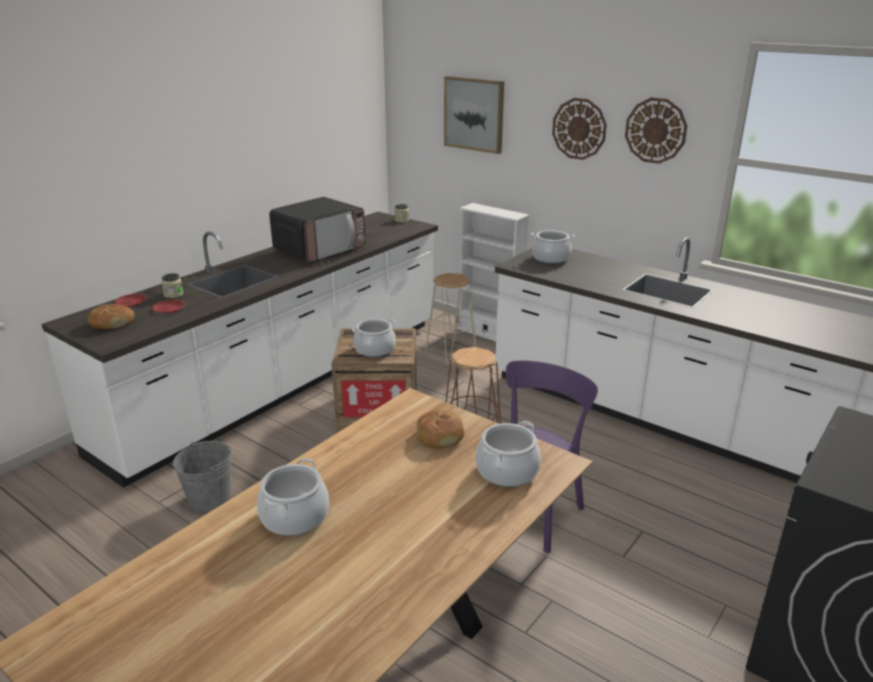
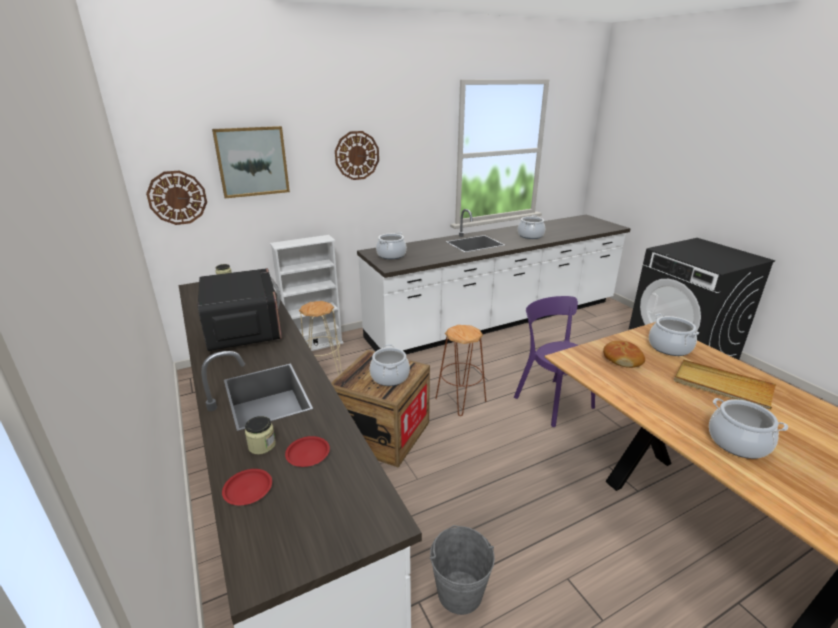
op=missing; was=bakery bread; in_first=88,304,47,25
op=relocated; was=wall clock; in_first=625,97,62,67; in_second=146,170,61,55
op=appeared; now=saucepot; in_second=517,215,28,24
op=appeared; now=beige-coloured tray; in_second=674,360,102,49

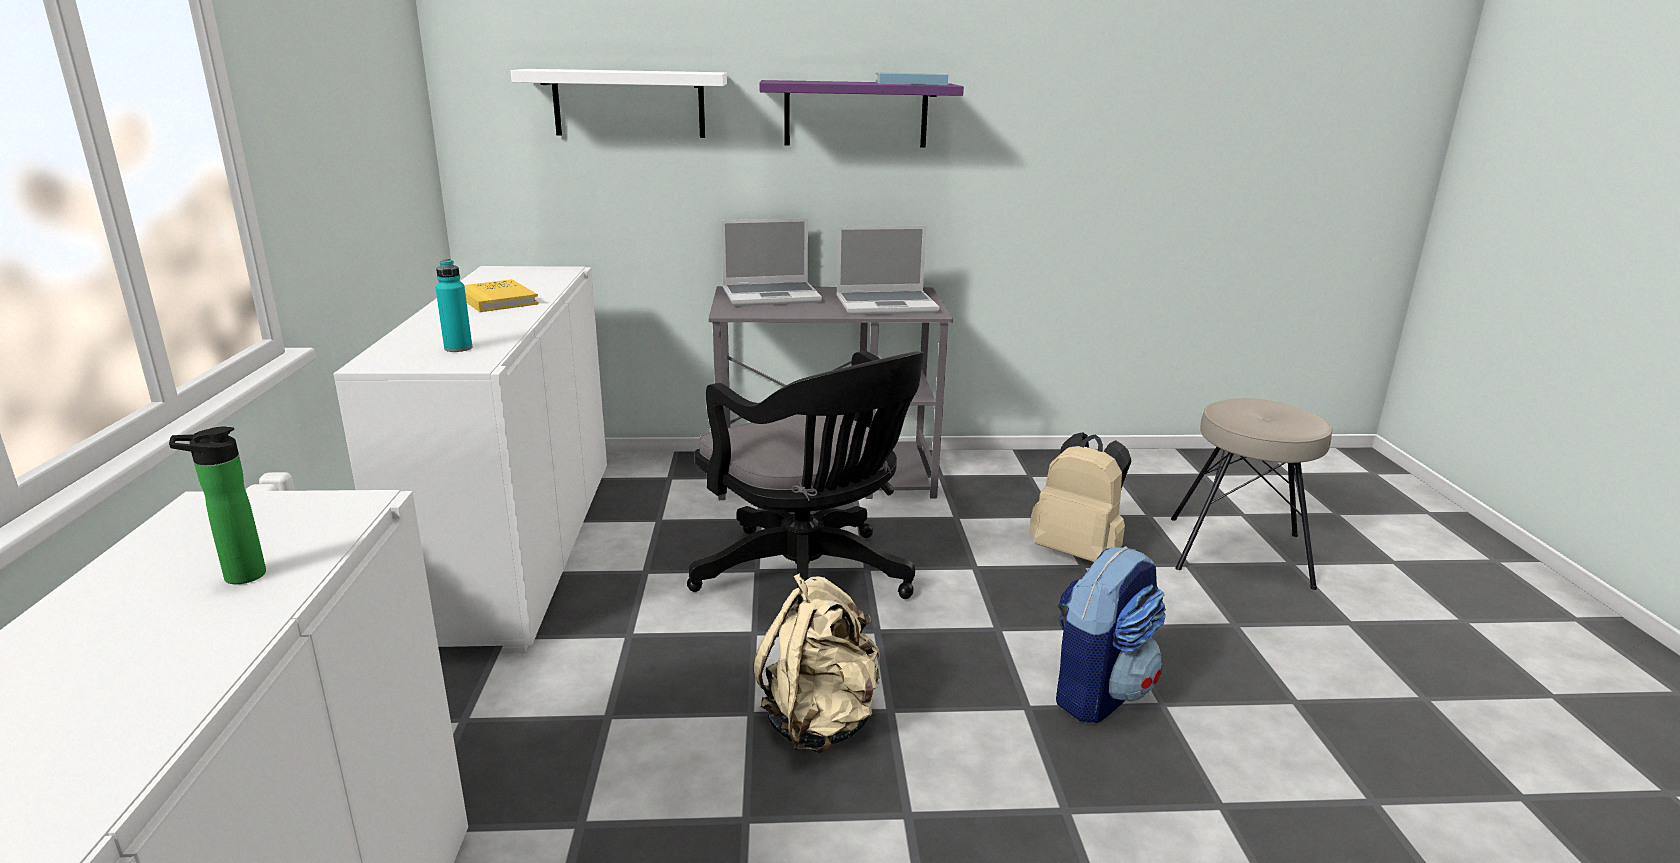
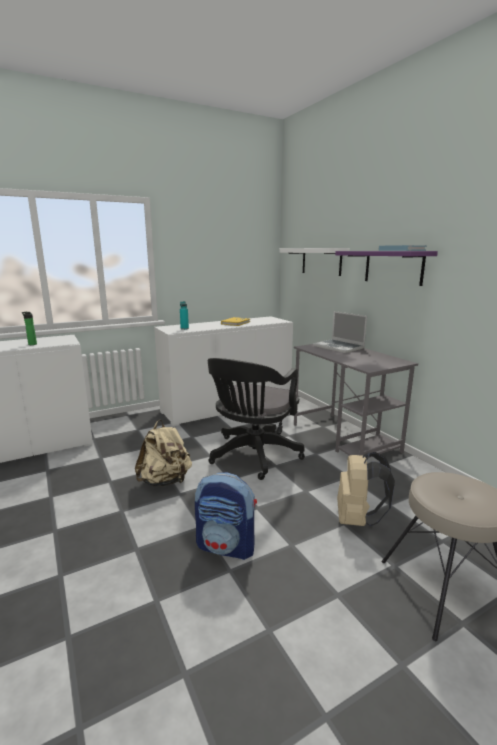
op=missing; was=portable computer; in_first=837,226,102,89

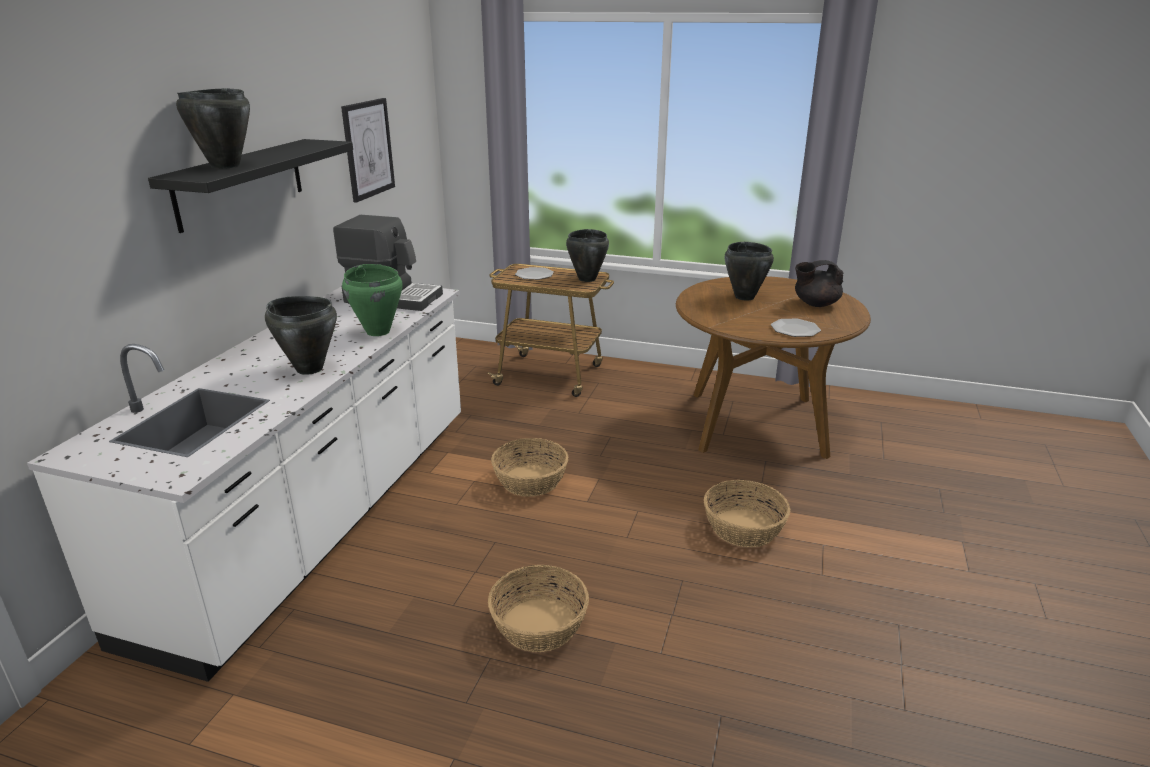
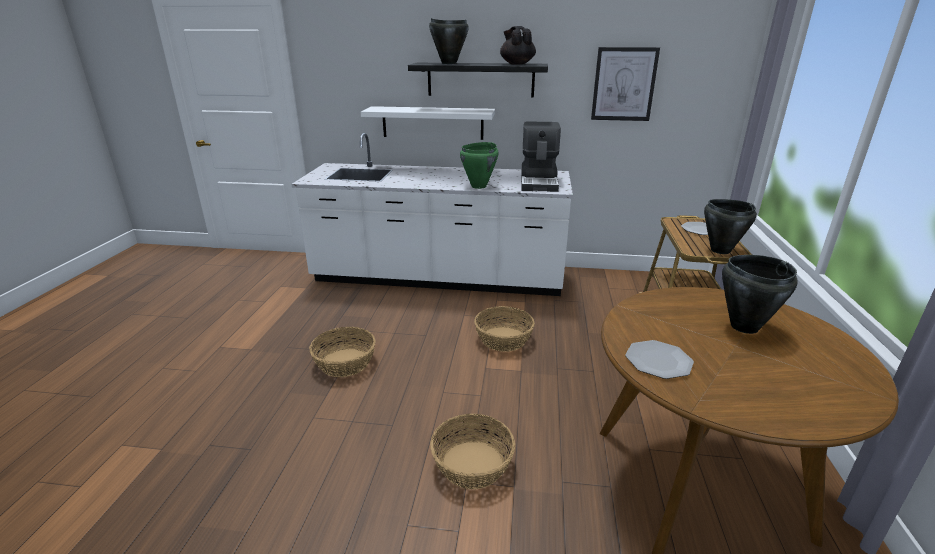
op=missing; was=black saucepot; in_first=265,296,72,79
op=relocated; was=black pot for tea; in_first=795,260,49,47; in_second=500,26,36,39
op=appeared; now=white wall shelf; in_second=361,106,134,34

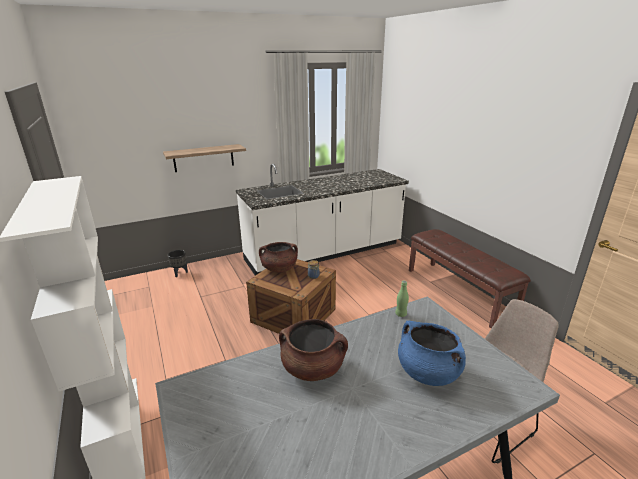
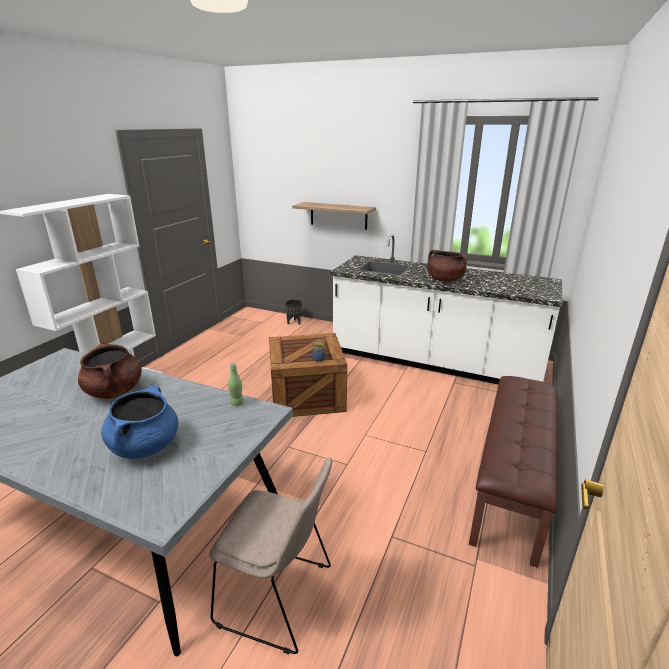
op=relocated; was=brown saucepot; in_first=259,242,39,31; in_second=427,250,40,32

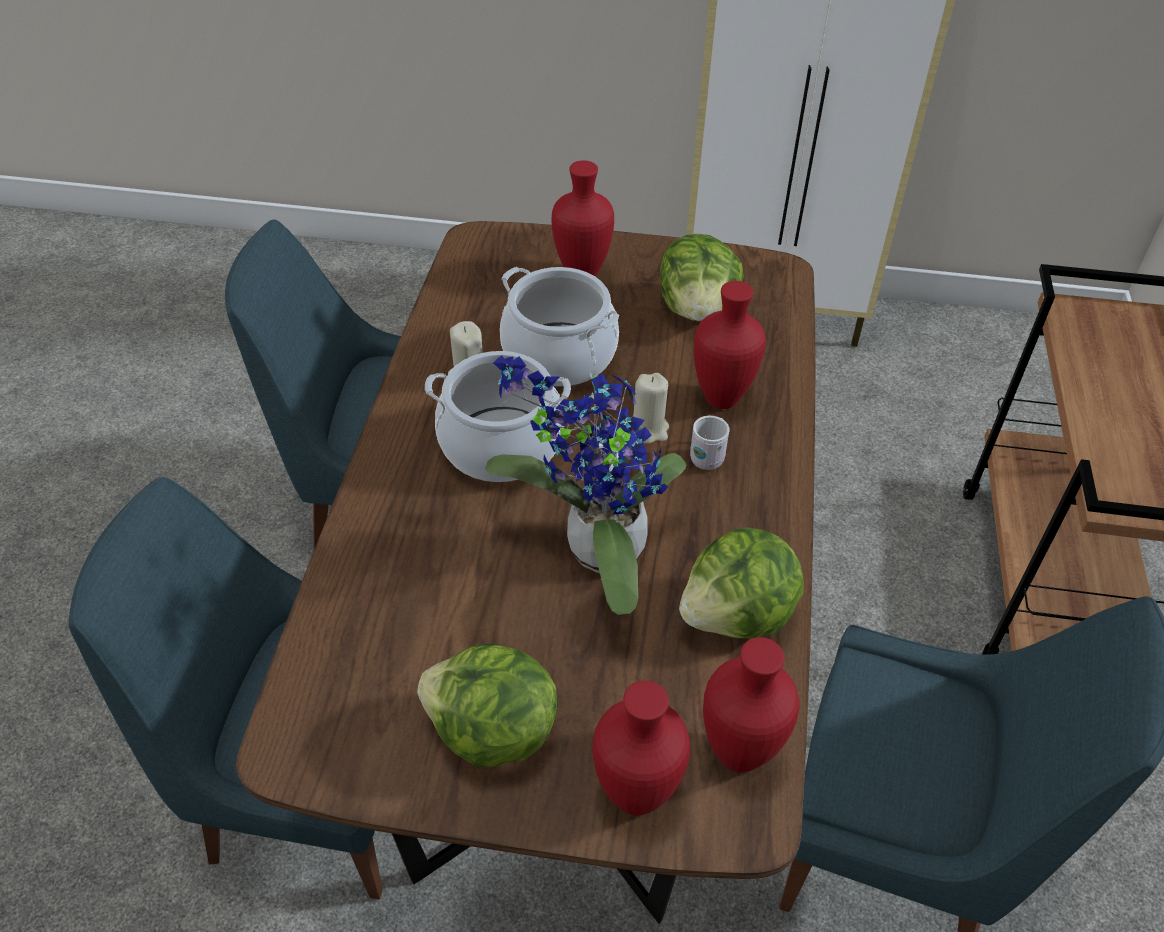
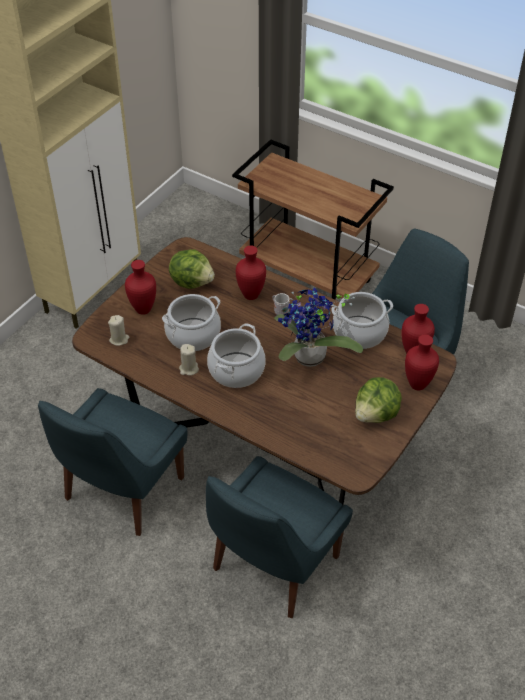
op=relocated; was=beige-coloured wax candle; in_first=632,373,37,71; in_second=108,315,21,31
op=exchanged; was=lettuce head; now=saucepot; in_first=679,527,125,111; in_second=331,292,62,57

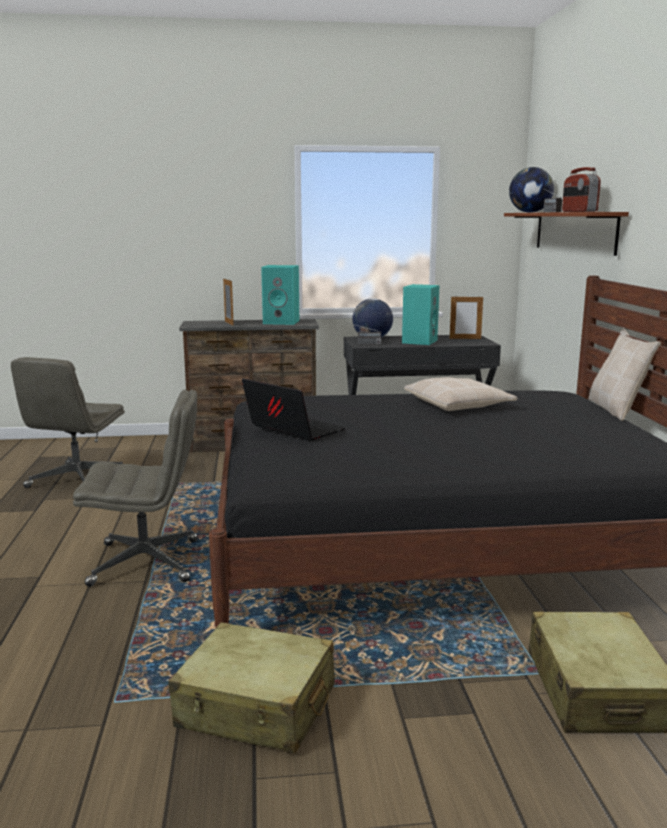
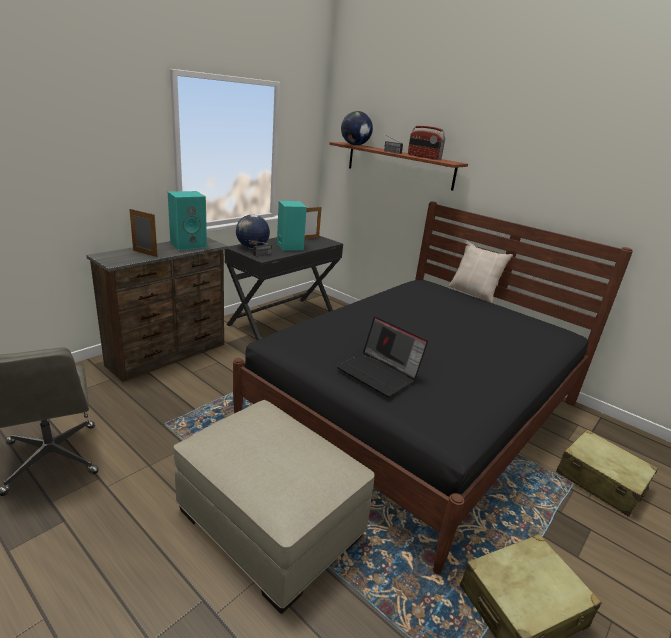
op=exchanged; was=greyish desk chair; now=beige-coloured footrest; in_first=73,390,125,197; in_second=174,400,201,214
op=spun; was=portable computer; in_first=242,378,103,63; in_second=337,317,91,80; clockwise=-135
op=missing; was=beige-coloured throw pillow; in_first=404,377,113,34

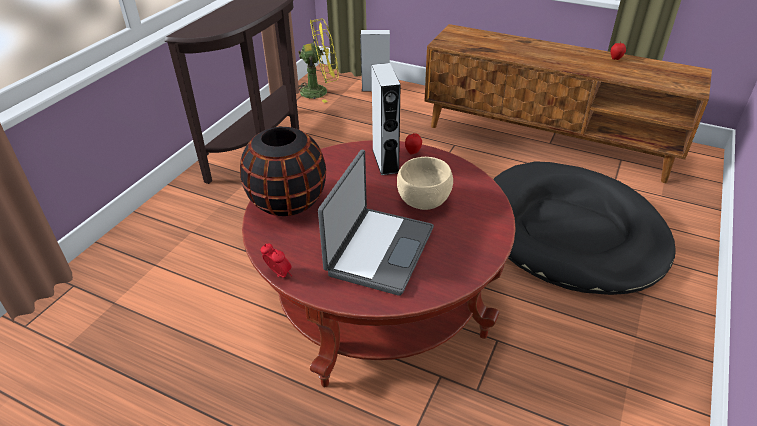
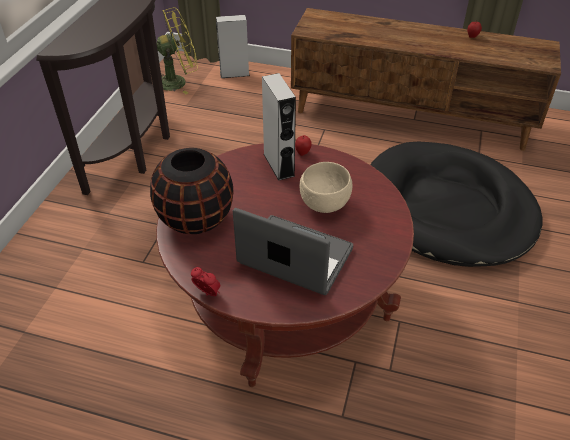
op=spun; was=portable computer; in_first=318,150,116,146; in_second=233,208,120,87; clockwise=-75

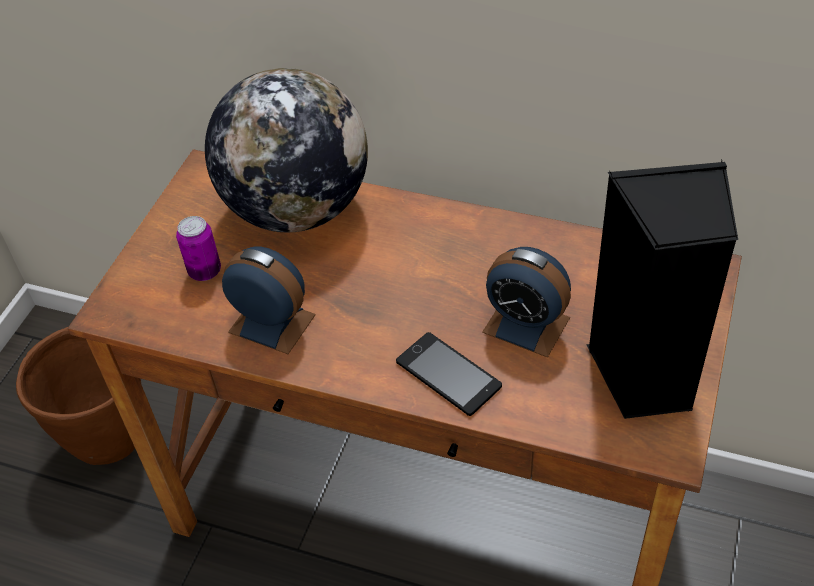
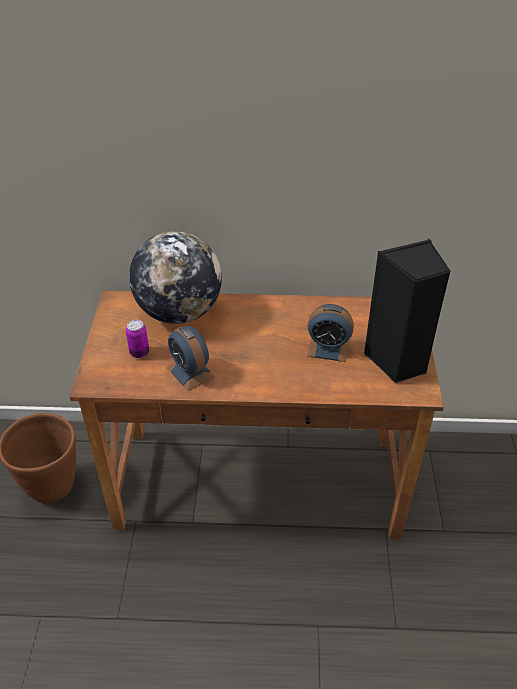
op=spun; was=alarm clock; in_first=222,246,94,108; in_second=167,326,48,65; clockwise=-135
op=missing; was=phone; in_first=396,332,106,84

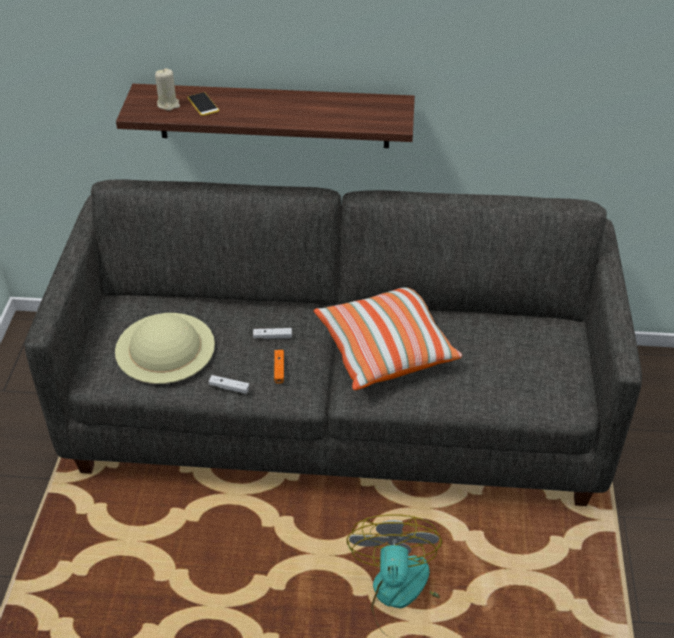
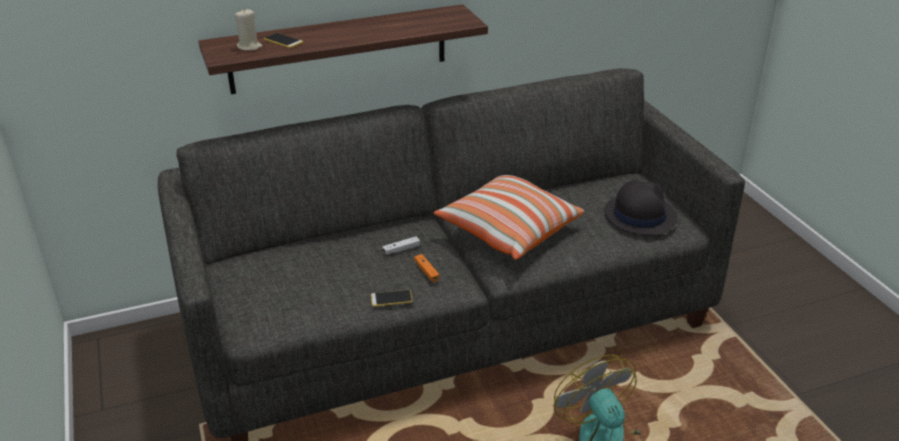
op=missing; was=beige-coloured wearable hat; in_first=115,313,100,71
op=exchanged; was=white game controller; now=phone; in_first=209,375,40,19; in_second=371,290,42,17
op=appeared; now=black wearable hat; in_second=604,180,74,55

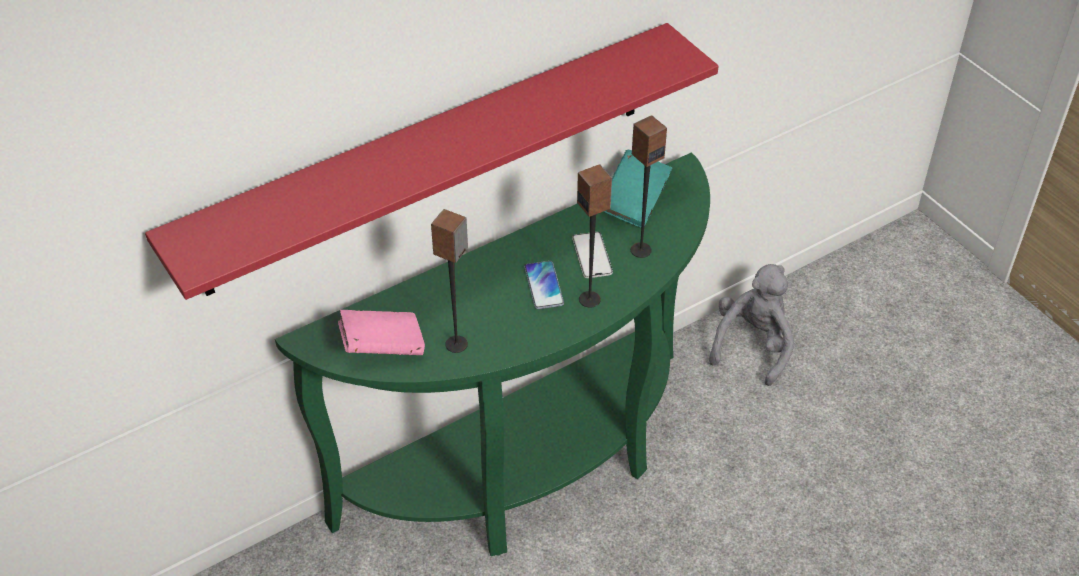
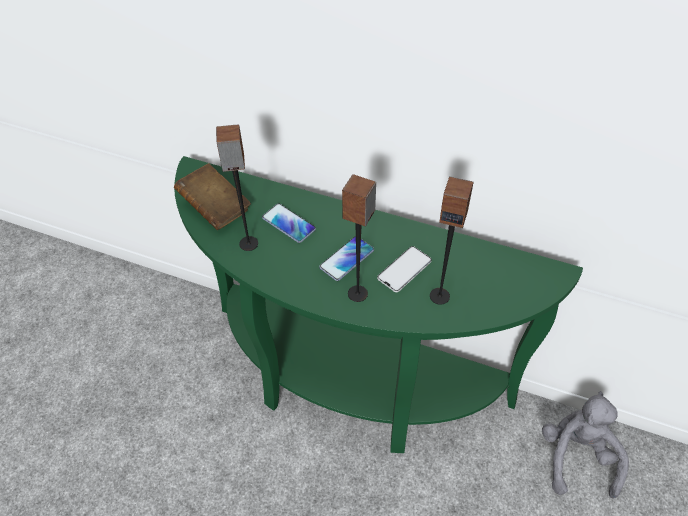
op=missing; was=red wall shelf; in_first=145,23,574,277
op=colour; was=pink-coloured book; now=brown book; in_first=338,310,87,45; in_second=174,163,77,67
op=missing; was=turquoise book; in_first=603,150,69,77
op=spun; was=greyish plush toy; in_first=709,264,85,122; in_second=542,391,87,107; clockwise=-75
op=appeared; now=phone; in_second=262,203,54,40

